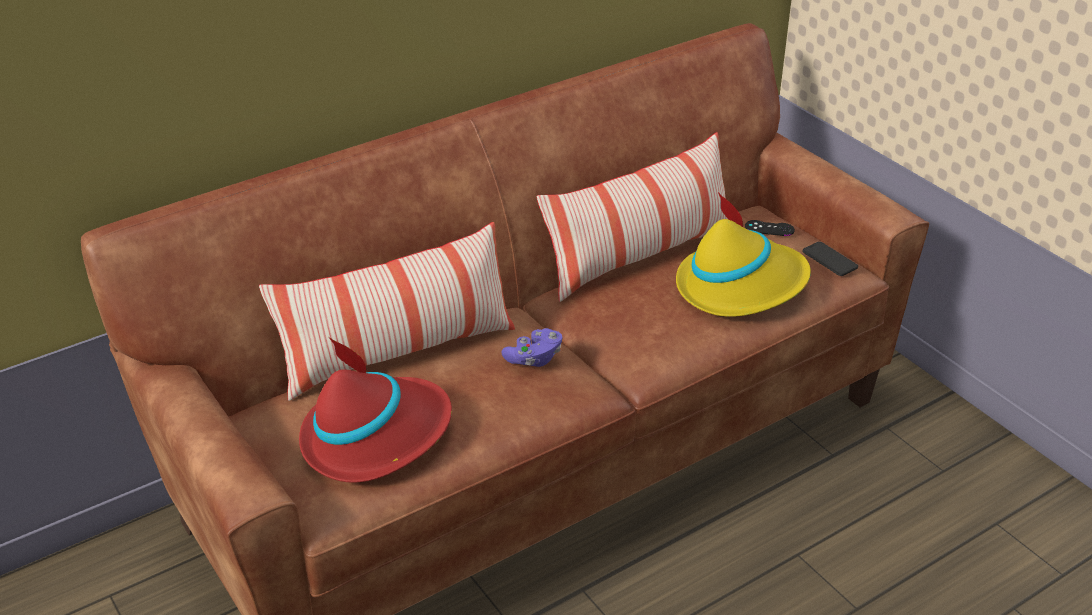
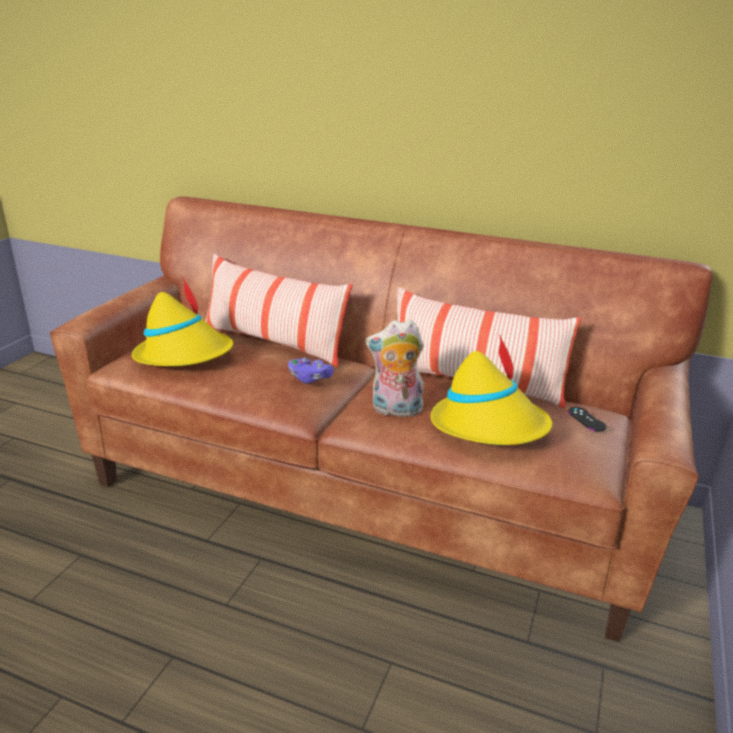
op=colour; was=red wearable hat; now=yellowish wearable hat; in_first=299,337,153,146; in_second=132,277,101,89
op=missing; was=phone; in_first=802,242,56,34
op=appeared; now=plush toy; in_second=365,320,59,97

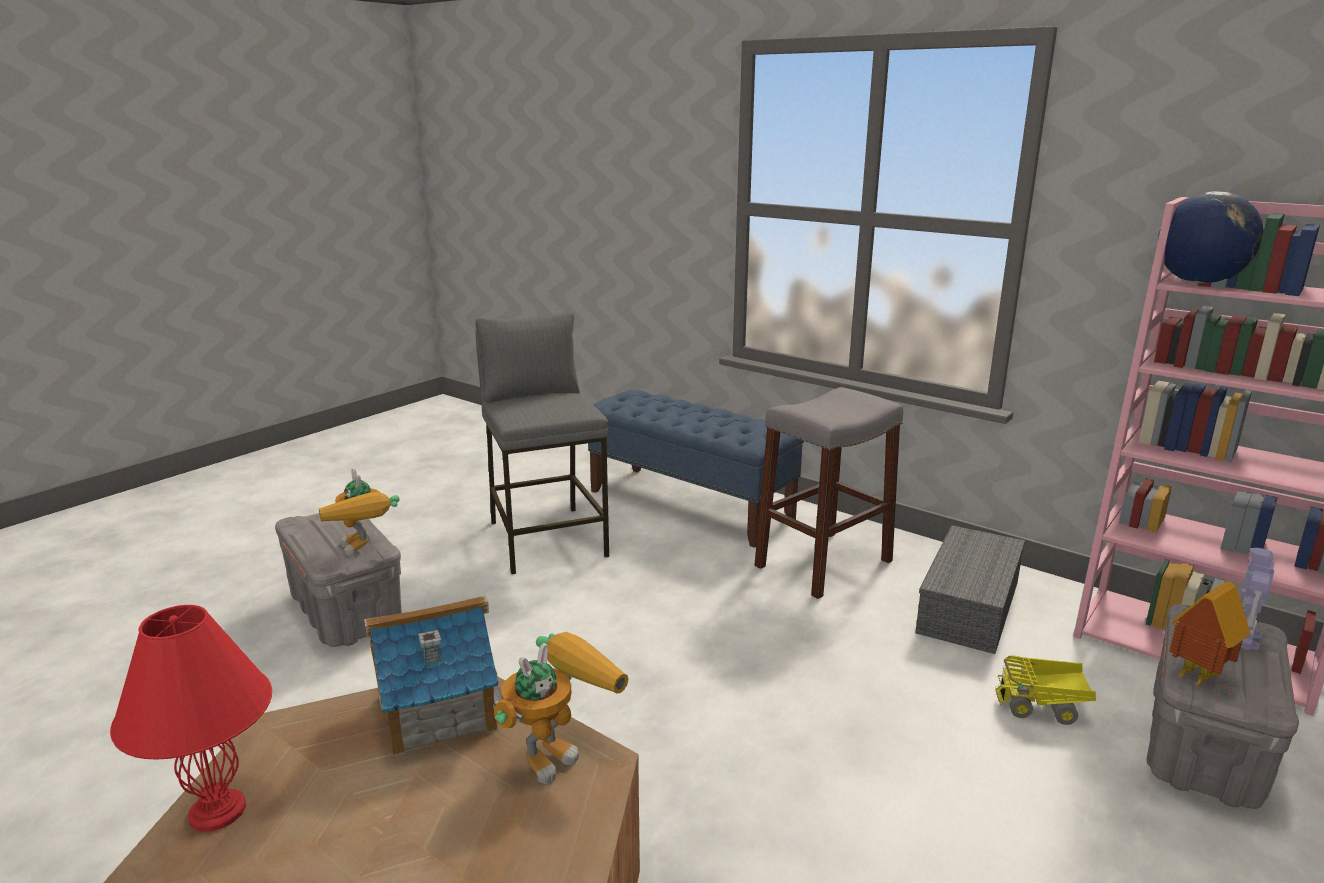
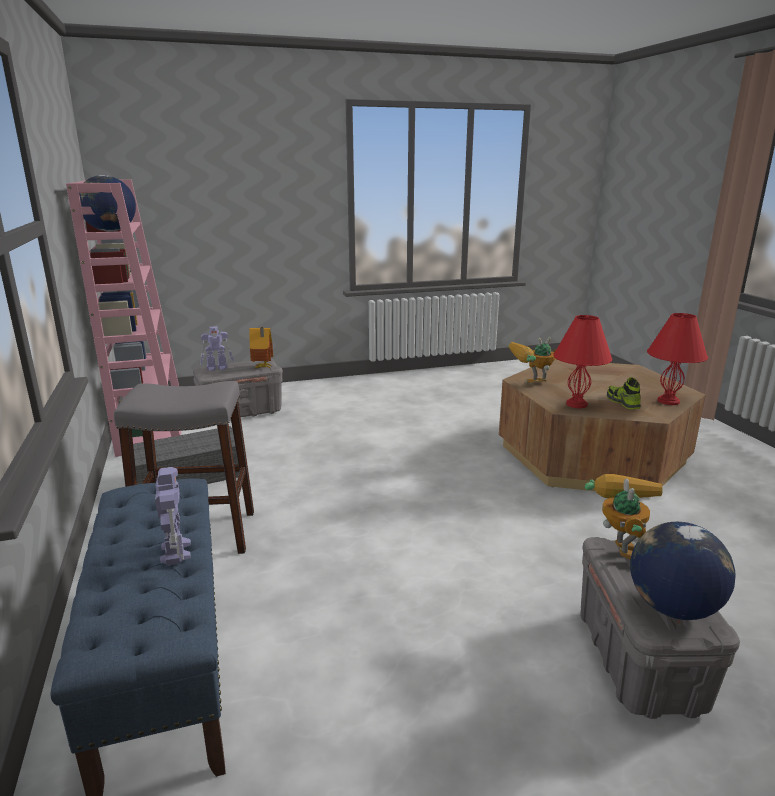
op=exchanged; was=toy house; now=red table lamp; in_first=364,595,138,161; in_second=553,315,59,93
op=missing; was=greyish stool; in_first=475,312,134,262
op=missing; was=toy truck; in_first=995,655,101,70
op=appeared; now=model robot; in_second=155,467,36,98
op=appeared; now=item of footwear; in_second=607,377,34,32
op=appeared; now=world globe; in_second=630,522,106,98

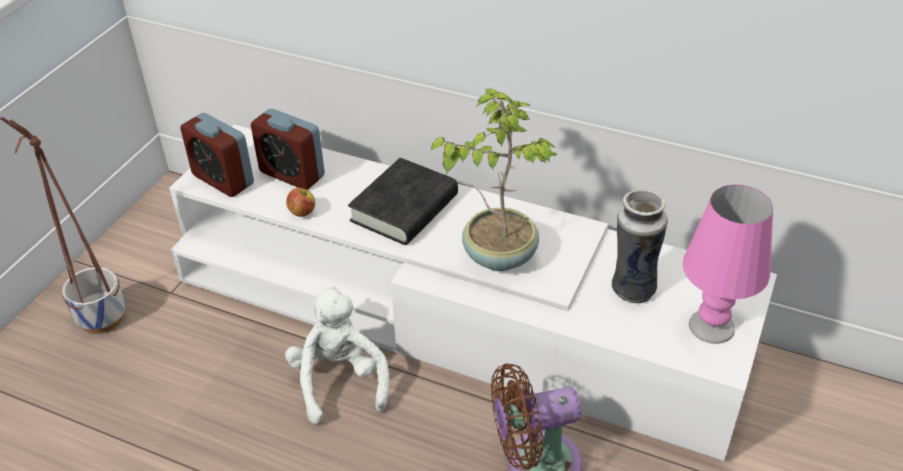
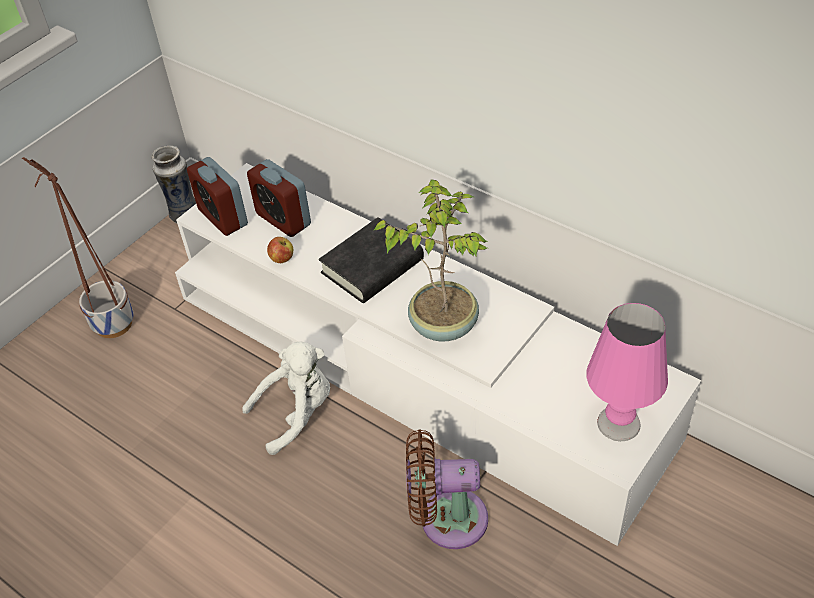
op=spun; was=white plush toy; in_first=285,286,104,138; in_second=242,341,88,114; clockwise=60
op=relocated; was=flower vase; in_first=612,188,56,115; in_second=152,145,44,79

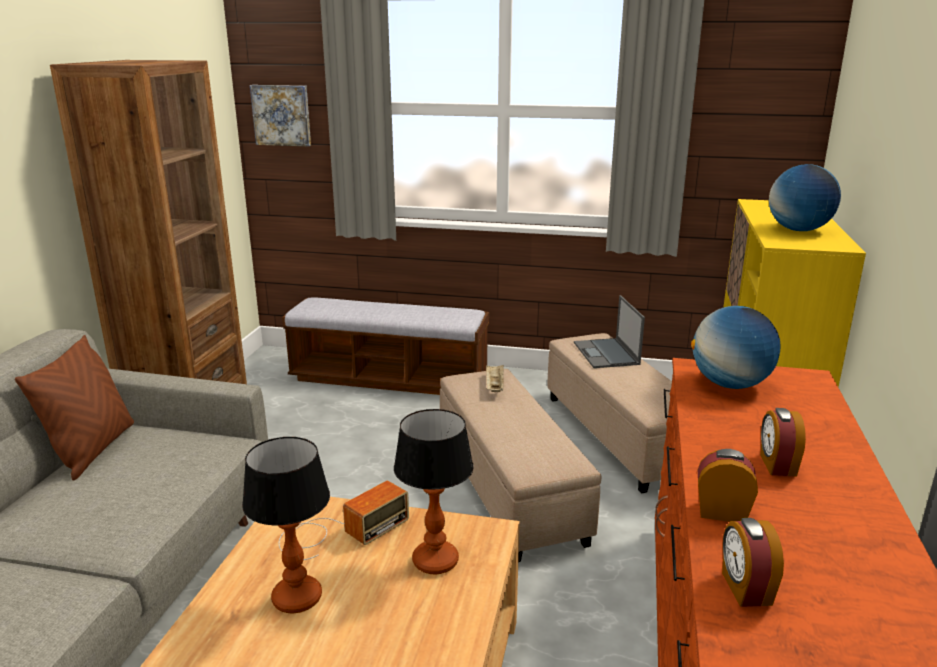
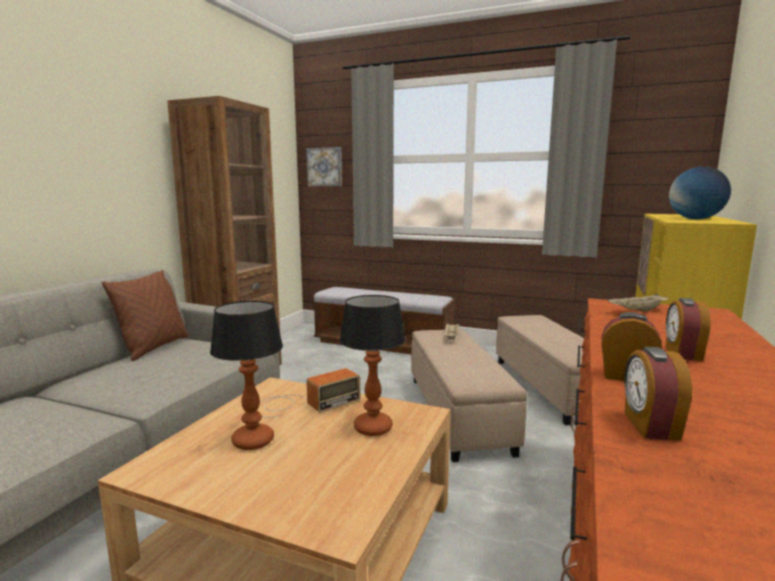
op=missing; was=portable computer; in_first=574,295,71,73
op=exchanged; was=world globe; now=beige-coloured tray; in_first=691,306,90,83; in_second=607,293,62,19

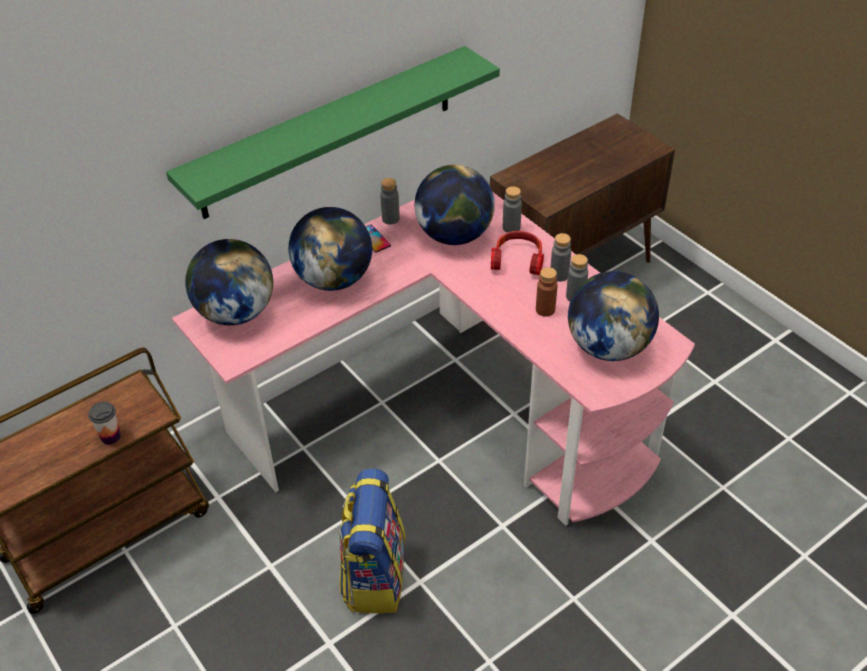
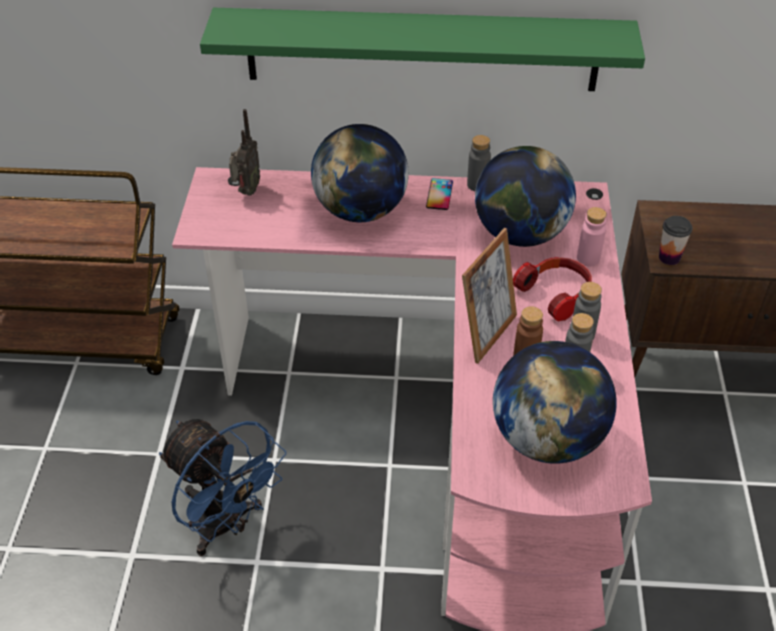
op=relocated; was=cup; in_first=88,402,33,42; in_second=659,216,34,49
op=exchanged; was=world globe; now=radio; in_first=185,239,88,86; in_second=229,109,31,87
op=exchanged; was=backpack; now=blue fan; in_first=339,469,66,144; in_second=159,419,127,137
op=colour; was=greyish bottle; now=pink-coloured bottle; in_first=503,186,19,47; in_second=577,207,30,59
op=appeared; now=standing frame; in_second=462,228,55,136

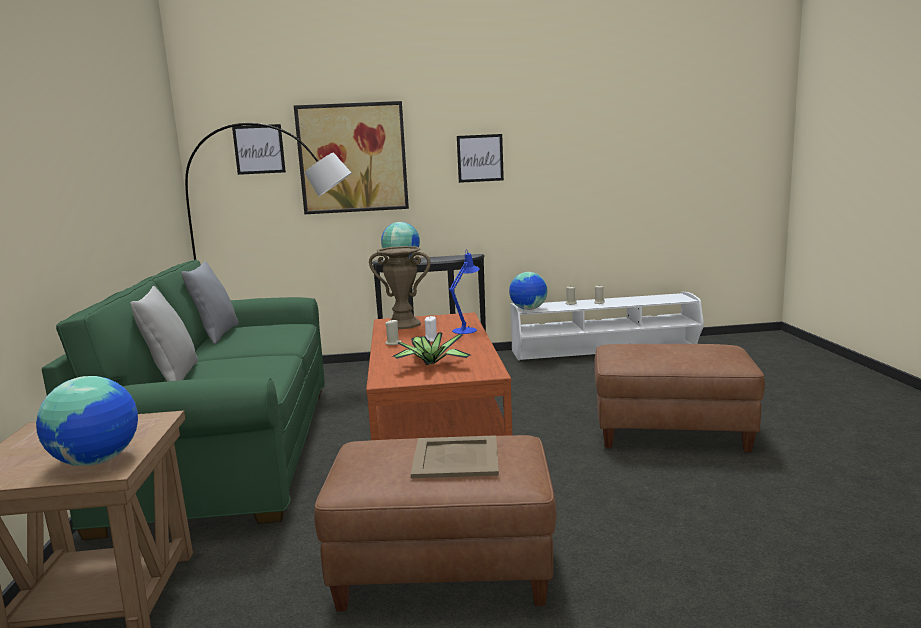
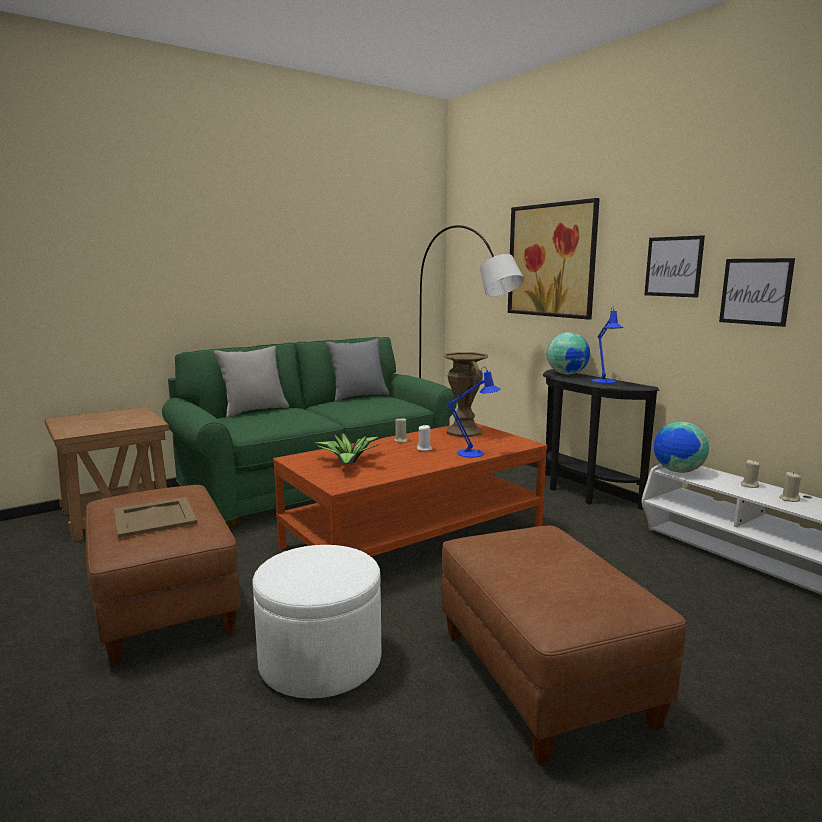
op=missing; was=world globe; in_first=36,376,102,90
op=relocated; was=wall picture; in_first=232,124,54,51; in_second=719,258,76,69
op=appeared; now=white footrest; in_second=252,545,129,154
op=appeared; now=blue table lamp; in_second=592,306,31,77

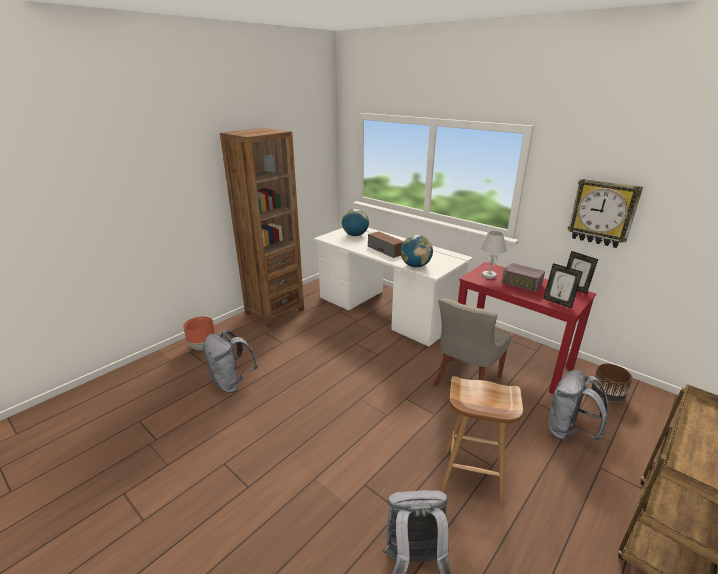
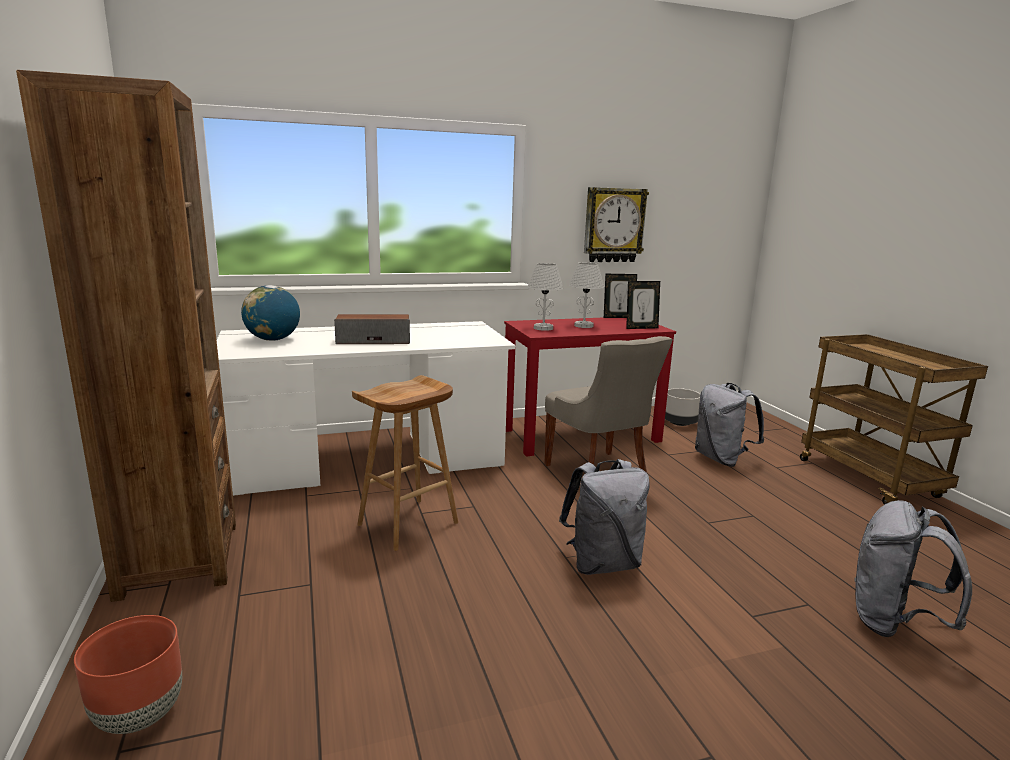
op=relocated; was=greyish backpack; in_first=204,330,54,63; in_second=559,459,91,116
op=missing; was=world globe; in_first=400,235,33,32
op=relocated; was=brown stool; in_first=440,376,83,131; in_second=352,375,106,176
op=exchanged; was=radio; now=white table lamp; in_first=501,263,44,29; in_second=569,262,35,66
op=colour; was=brown plant pot; now=greyish plant pot; in_first=592,364,41,38; in_second=665,388,35,38

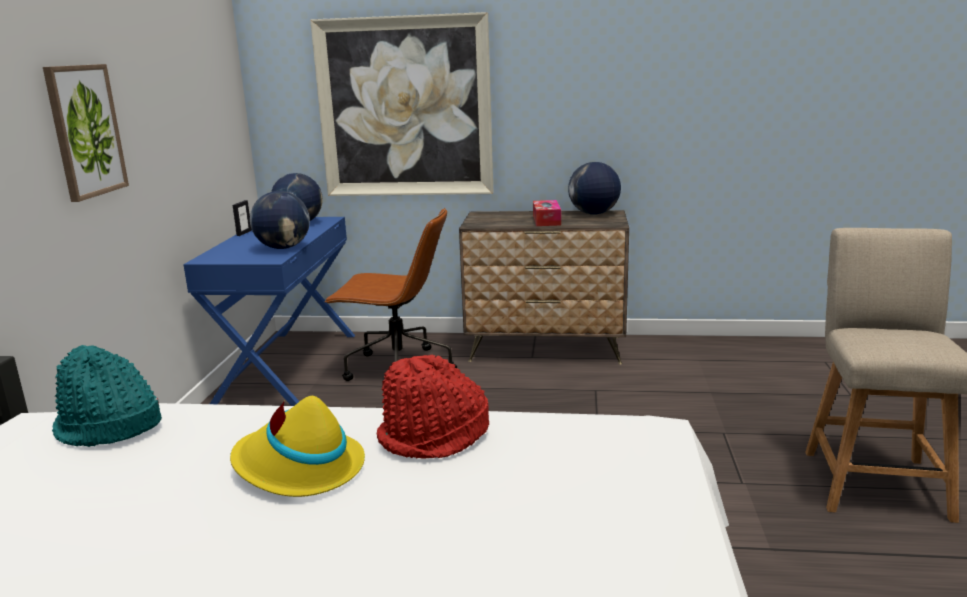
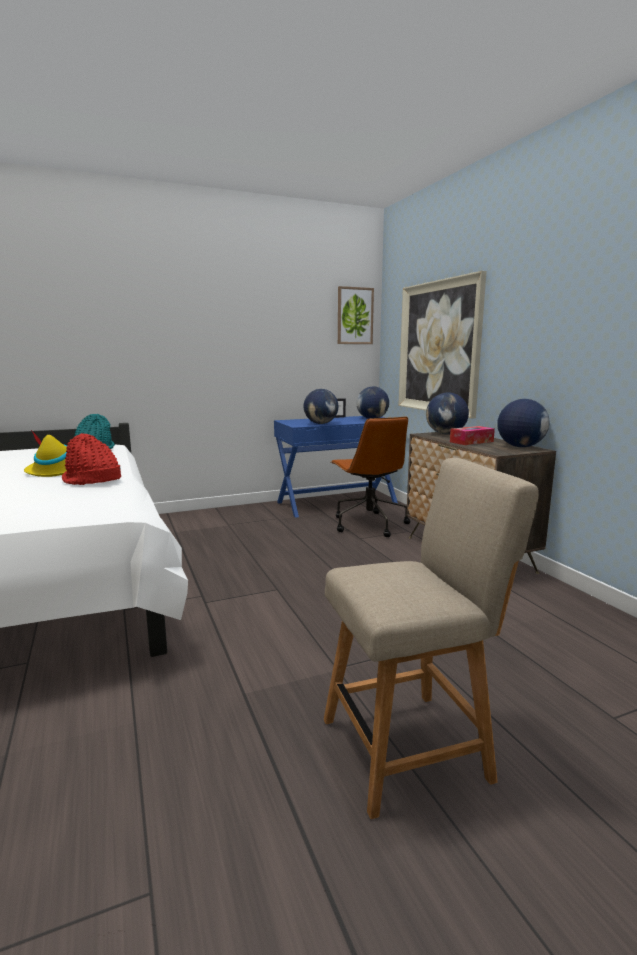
op=relocated; was=wall picture; in_first=43,64,86,138; in_second=338,286,36,58
op=appeared; now=world globe; in_second=426,392,43,42

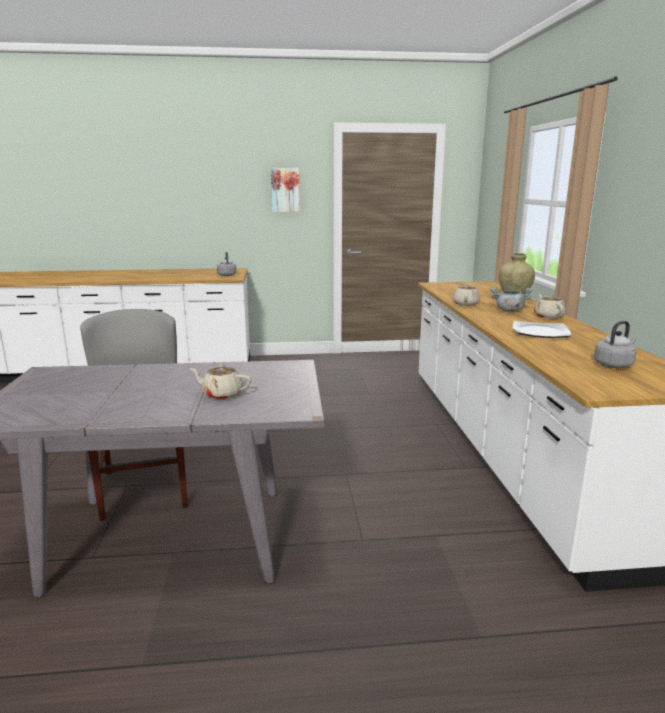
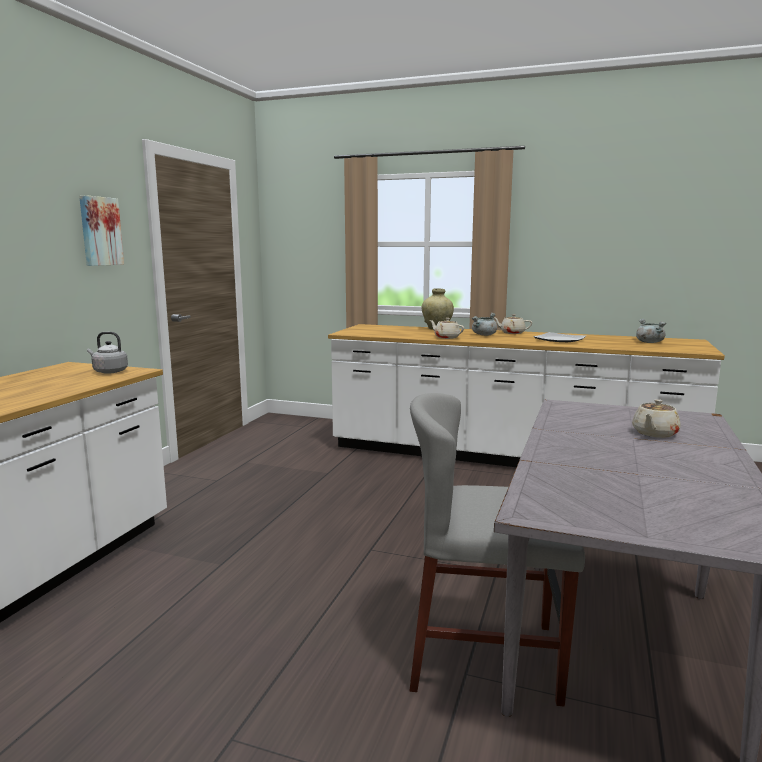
op=exchanged; was=greyish kettle; now=greyish saucepot; in_first=594,321,43,47; in_second=636,319,30,24

